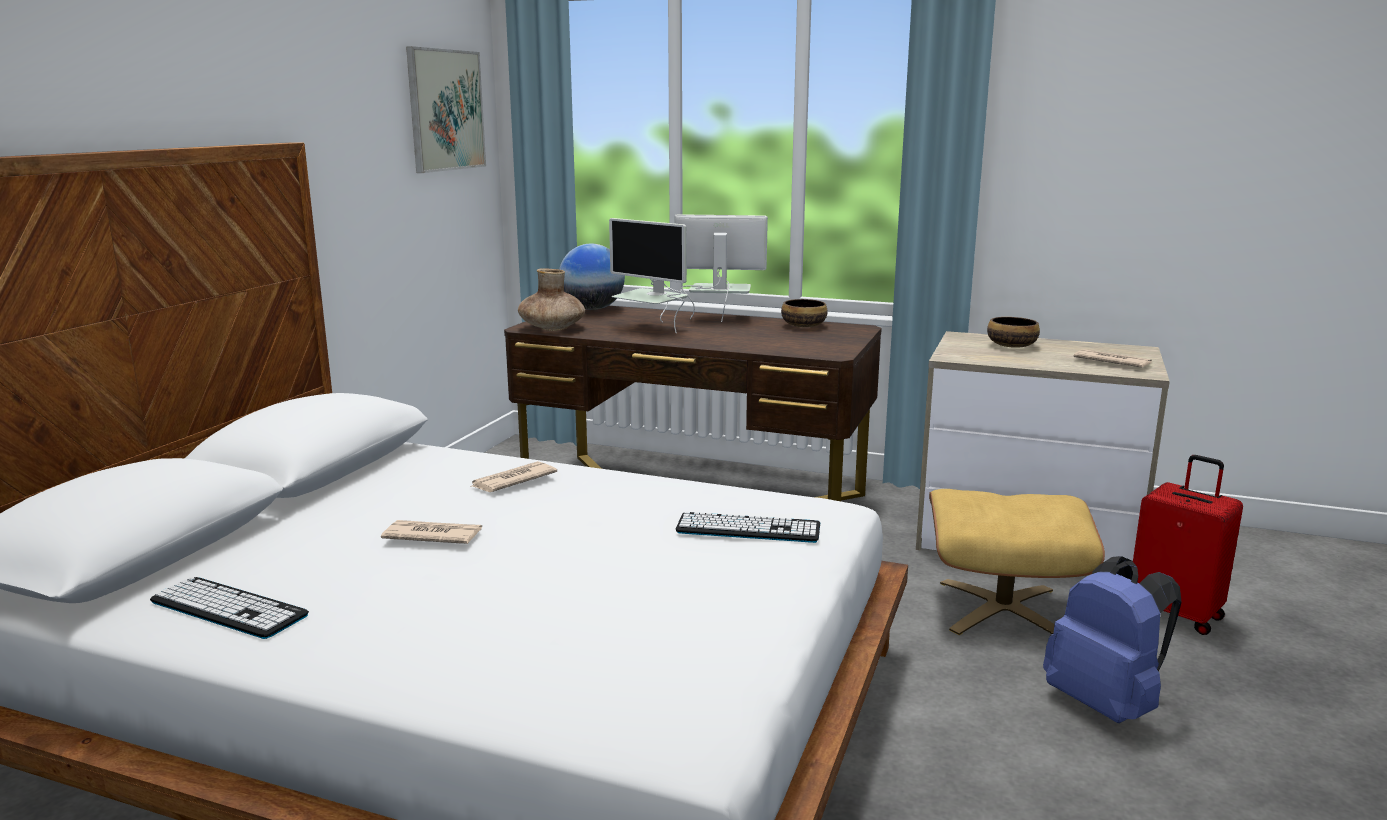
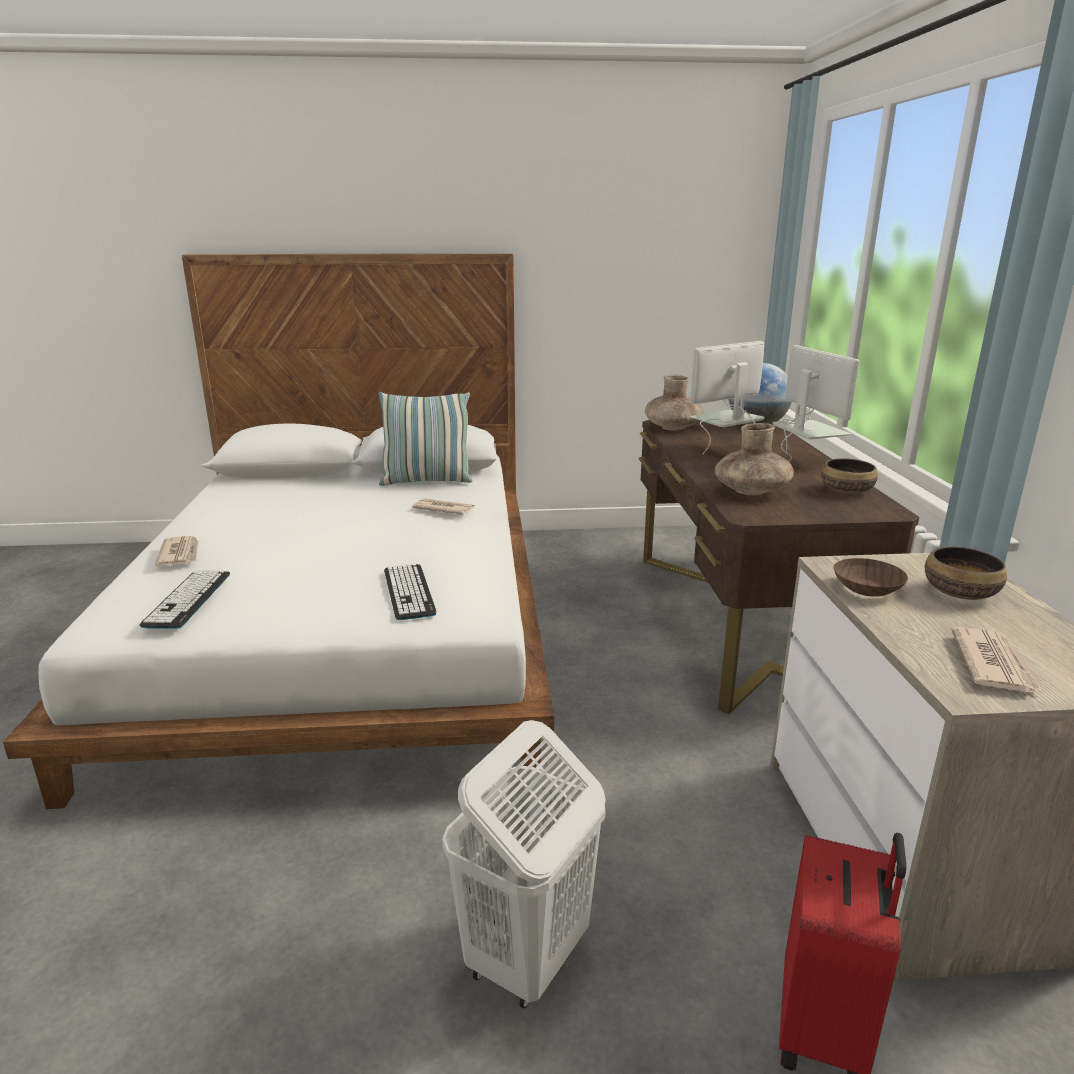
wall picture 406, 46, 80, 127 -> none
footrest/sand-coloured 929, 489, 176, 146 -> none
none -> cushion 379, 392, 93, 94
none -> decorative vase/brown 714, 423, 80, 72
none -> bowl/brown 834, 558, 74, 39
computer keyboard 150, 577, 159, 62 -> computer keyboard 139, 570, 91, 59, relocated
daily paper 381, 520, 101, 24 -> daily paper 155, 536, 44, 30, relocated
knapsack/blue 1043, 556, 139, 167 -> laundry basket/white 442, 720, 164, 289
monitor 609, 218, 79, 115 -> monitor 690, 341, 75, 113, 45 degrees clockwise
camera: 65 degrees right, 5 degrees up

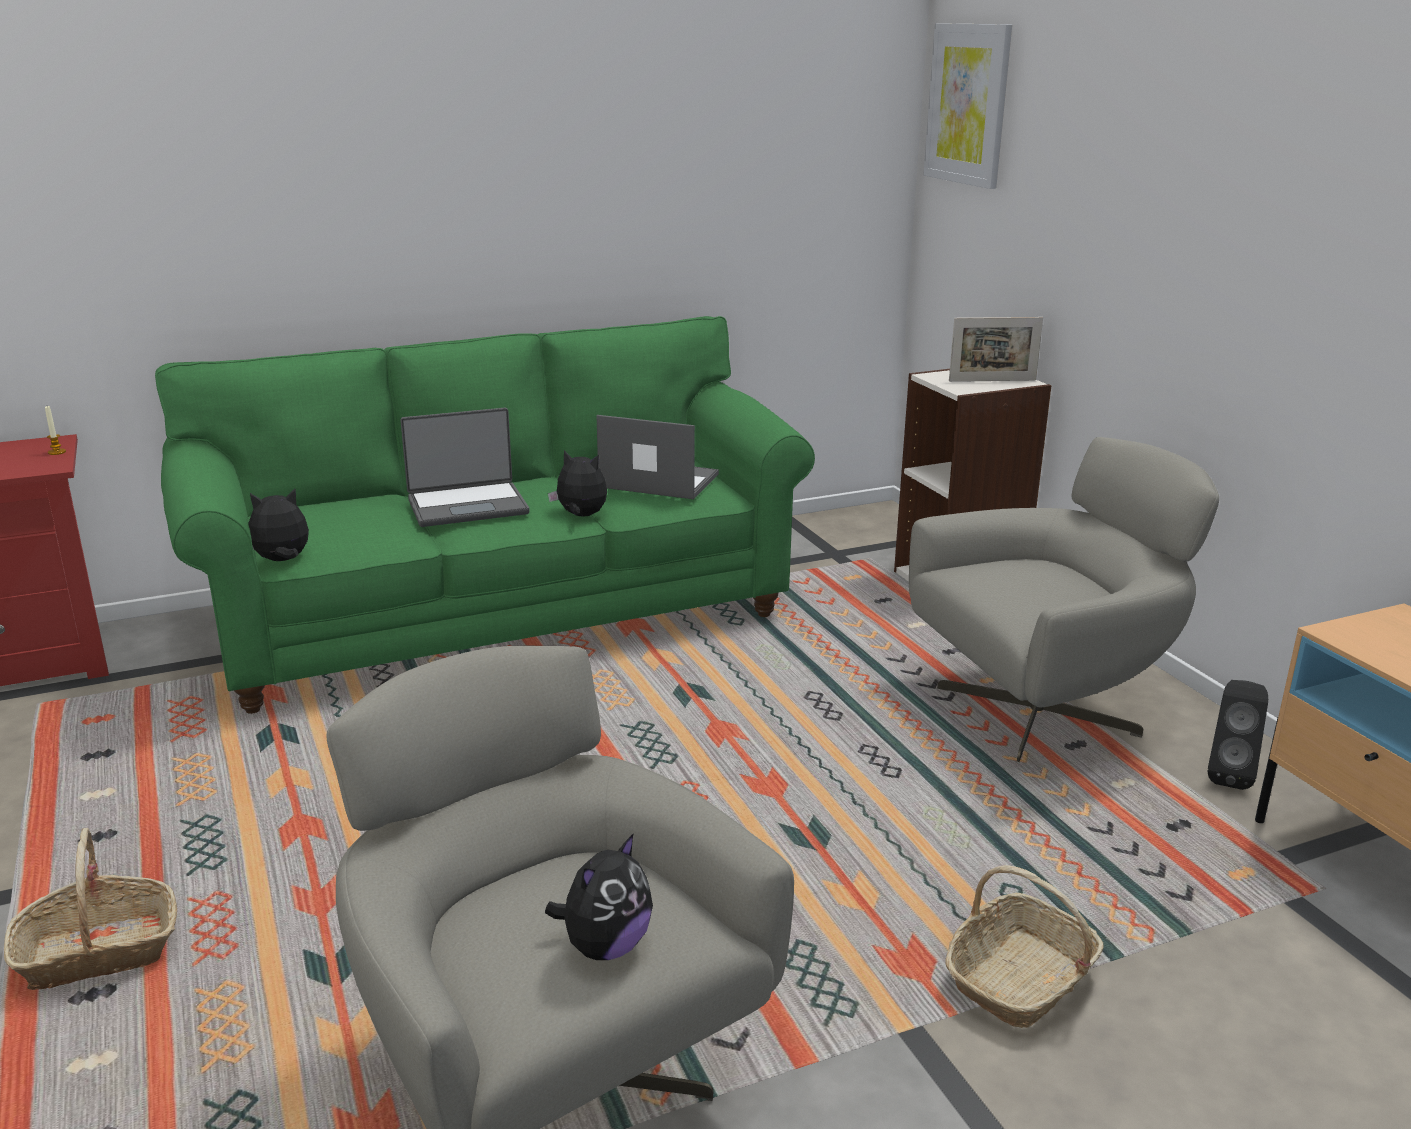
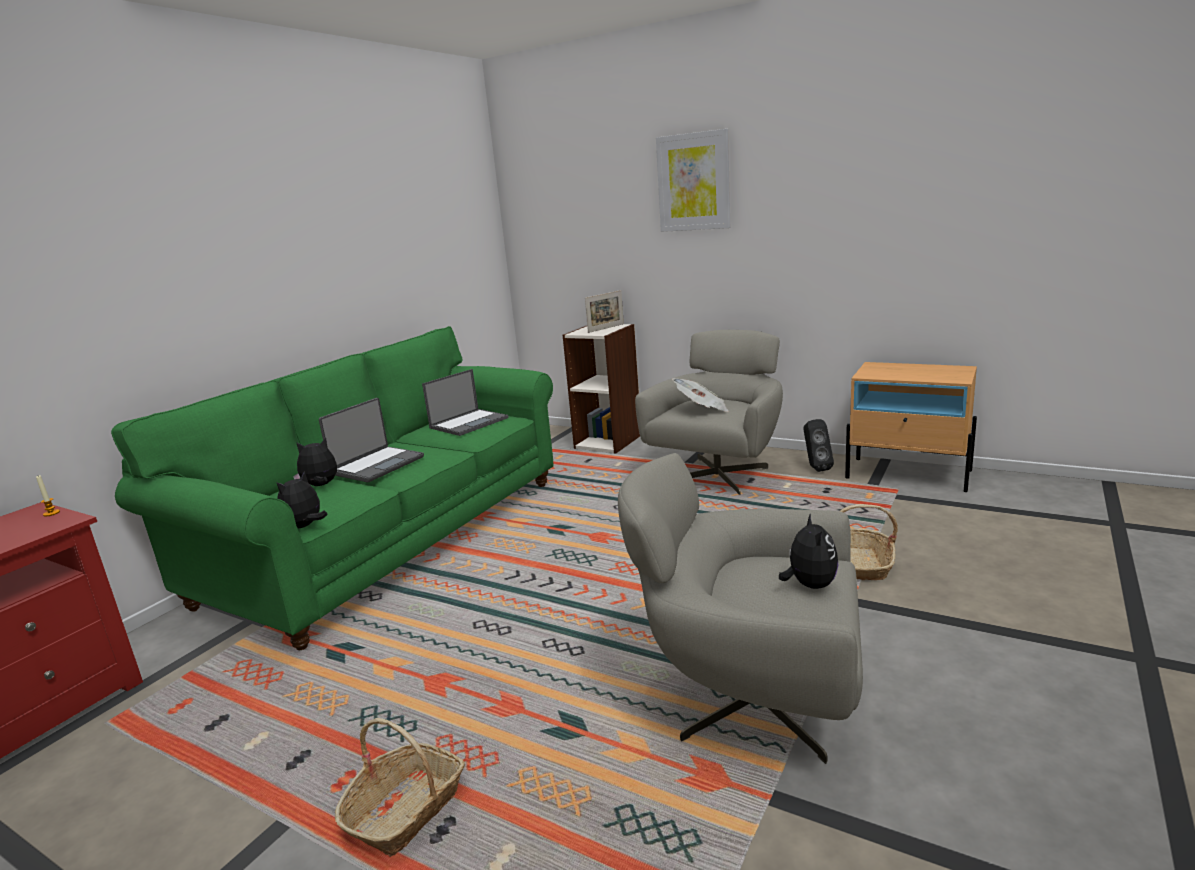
none -> daily paper 672, 378, 57, 34
cuddly toy 548, 450, 59, 66 -> cuddly toy 293, 438, 44, 48, relocated
wall picture 923, 23, 89, 166 -> wall picture 656, 129, 74, 103, relocated
portable computer 596, 415, 123, 84 -> portable computer 422, 369, 87, 67, 150 degrees clockwise
camera: 35 degrees left, 5 degrees down

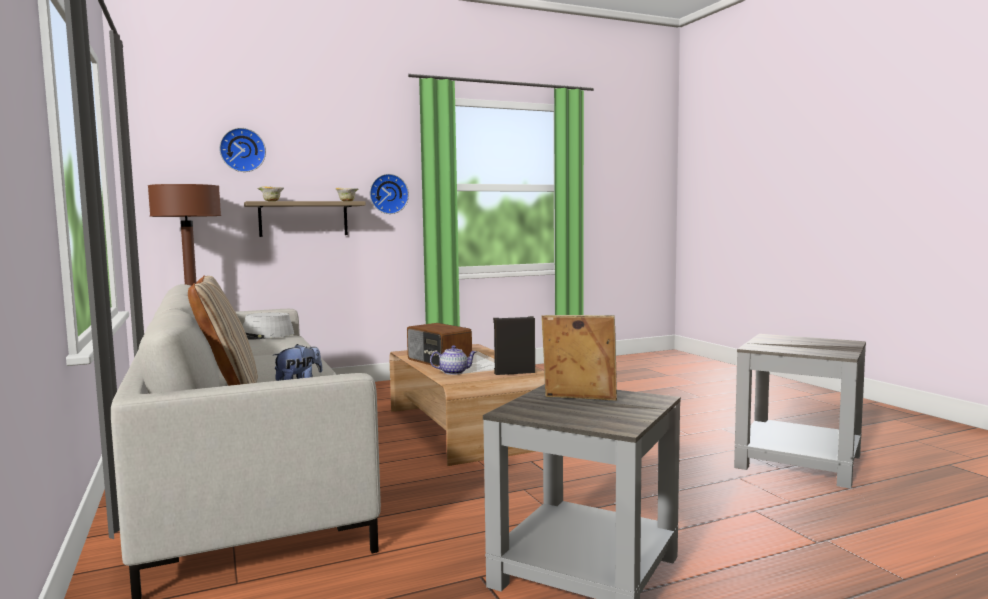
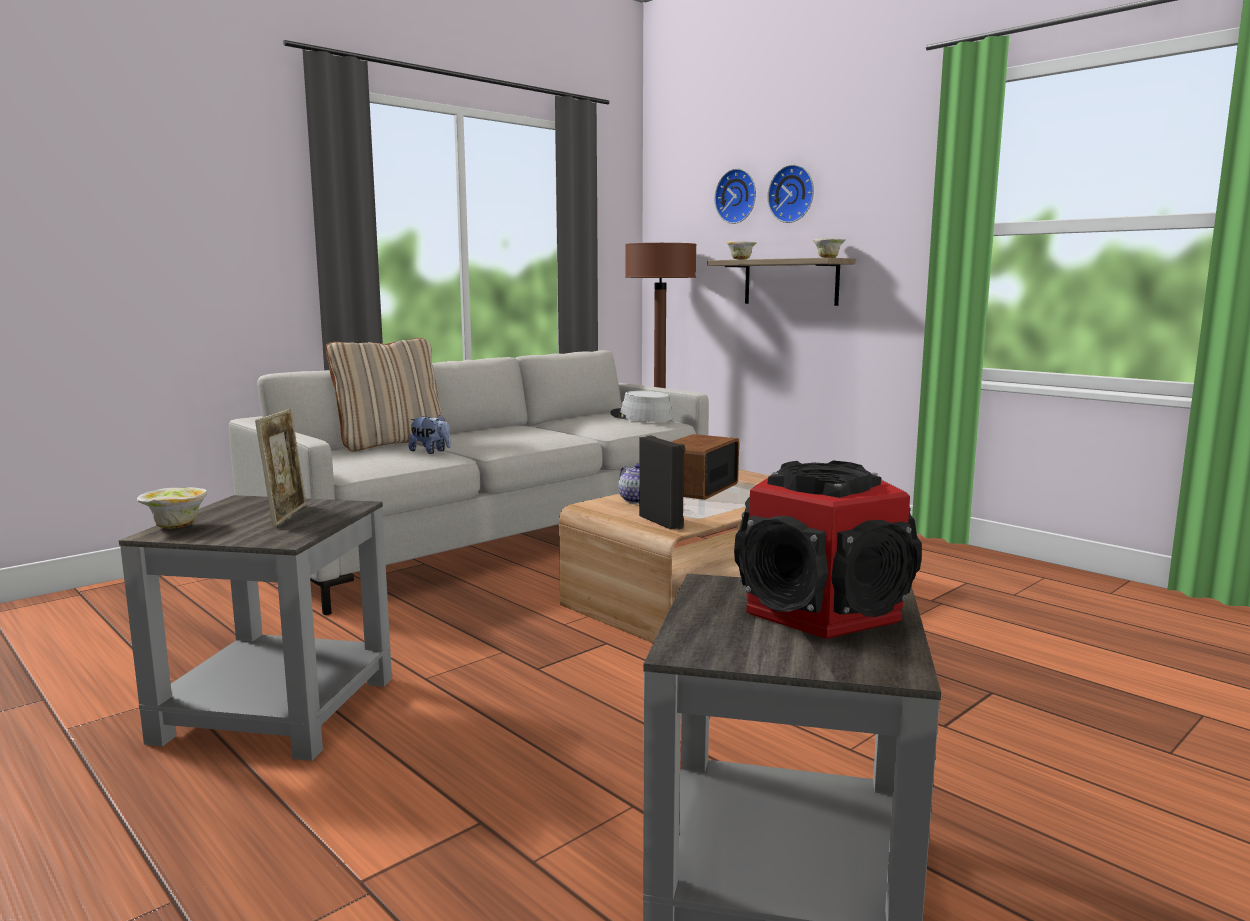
none -> bowl 137, 487, 70, 42
none -> loudspeaker 734, 460, 188, 179
hanging clock 370, 174, 39, 40 -> hanging clock 768, 164, 46, 59, relocated
camera: 70 degrees right, 5 degrees up

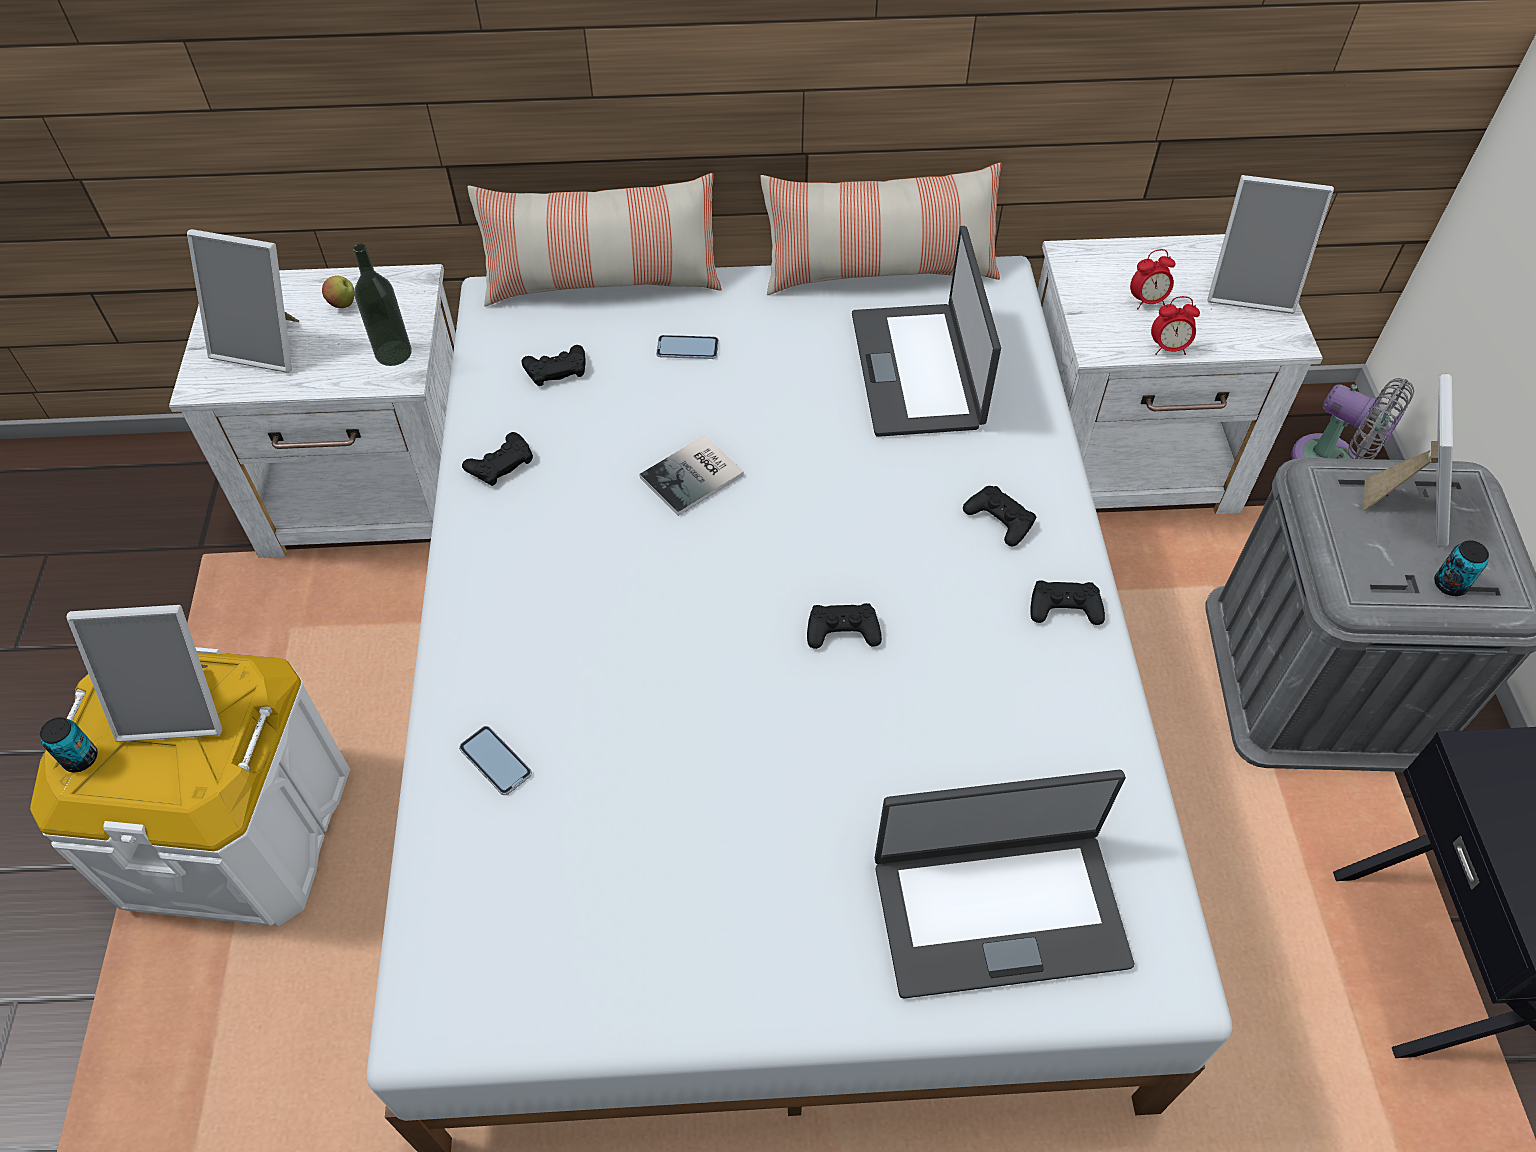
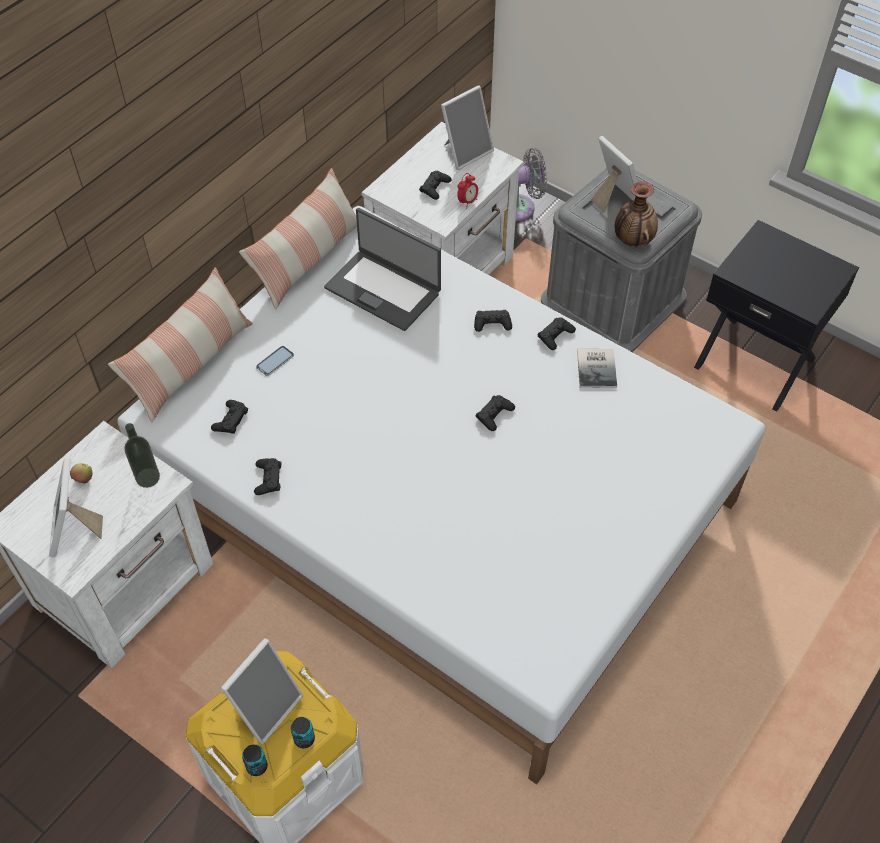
handset 459, 726, 73, 69 -> none
portable computer 875, 770, 259, 229 -> none
none -> decorative vase 615, 181, 43, 66
book 639, 435, 105, 81 -> book 577, 349, 40, 39, relocated
can 1434, 540, 55, 56 -> can 291, 717, 24, 31, relocated
bedside clock 1130, 249, 46, 60 -> game controller/black 419, 171, 33, 29
photo frame 187, 229, 112, 144 -> photo frame 49, 458, 54, 99, 120 degrees clockwise
camera: 50 degrees left, 0 degrees up

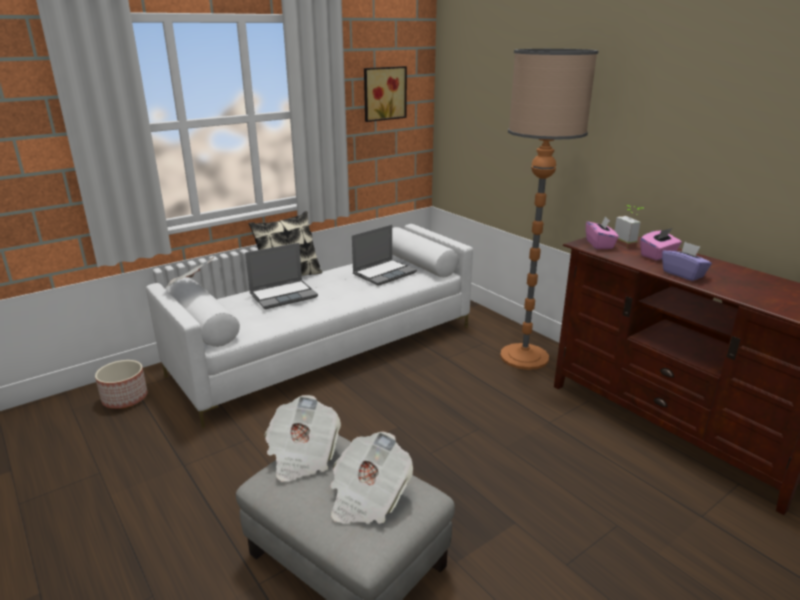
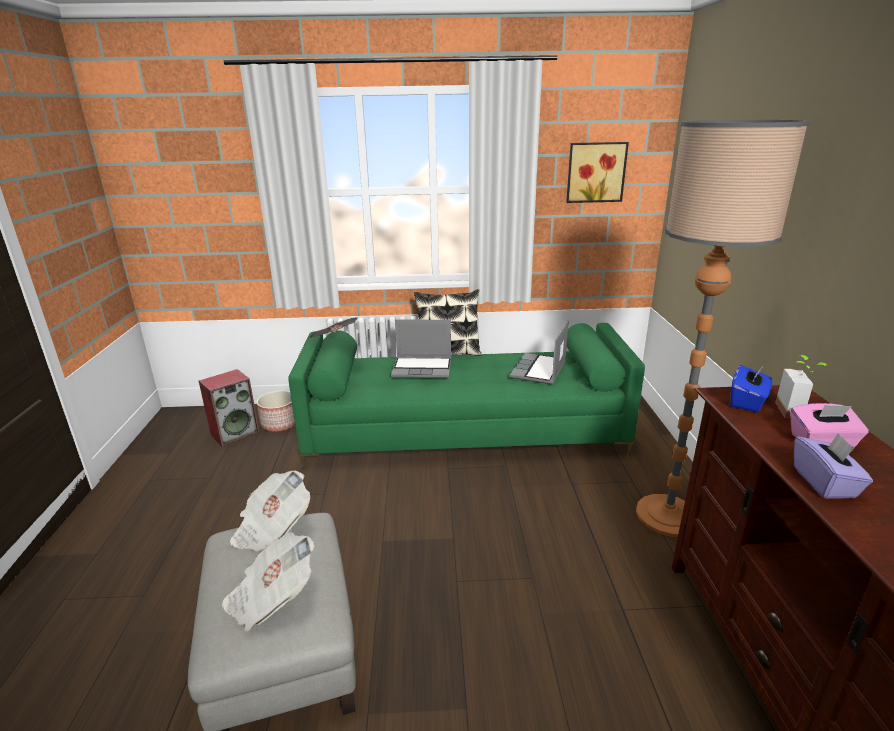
none -> loudspeaker 199, 369, 61, 78
couch/white 146, 224, 327, 204 -> couch/green-coloured 288, 323, 357, 147
tissue box/pink 586, 216, 33, 33 -> tissue box/blue 730, 363, 43, 49
portable computer 352, 225, 65, 61 -> portable computer 510, 320, 59, 64, 120 degrees clockwise
camera: 35 degrees right, 0 degrees up

